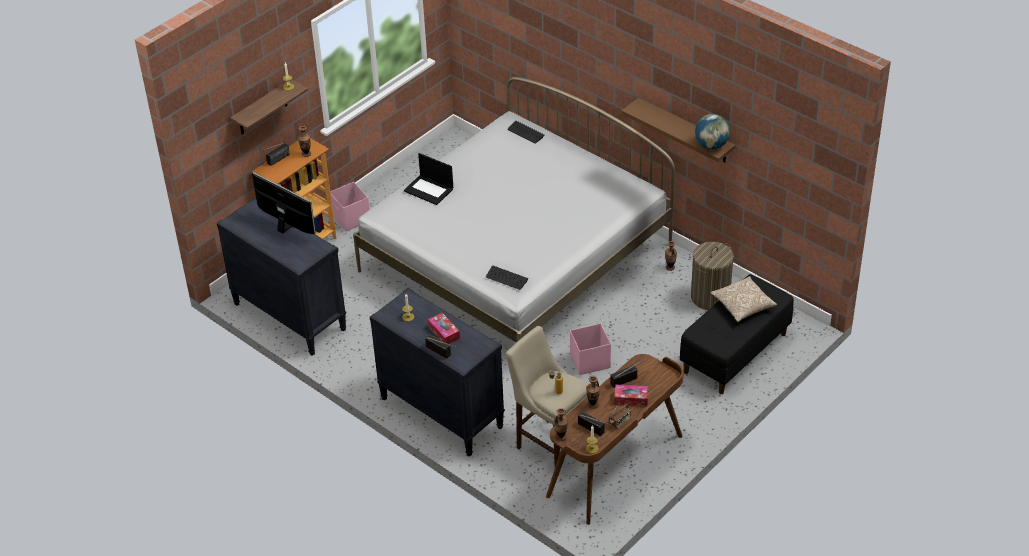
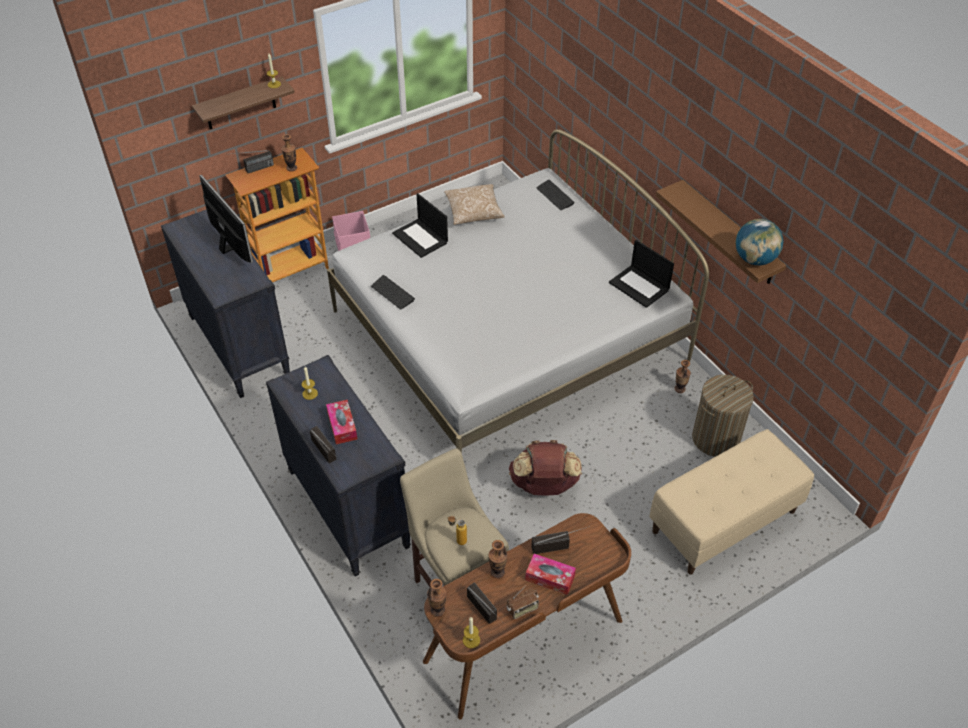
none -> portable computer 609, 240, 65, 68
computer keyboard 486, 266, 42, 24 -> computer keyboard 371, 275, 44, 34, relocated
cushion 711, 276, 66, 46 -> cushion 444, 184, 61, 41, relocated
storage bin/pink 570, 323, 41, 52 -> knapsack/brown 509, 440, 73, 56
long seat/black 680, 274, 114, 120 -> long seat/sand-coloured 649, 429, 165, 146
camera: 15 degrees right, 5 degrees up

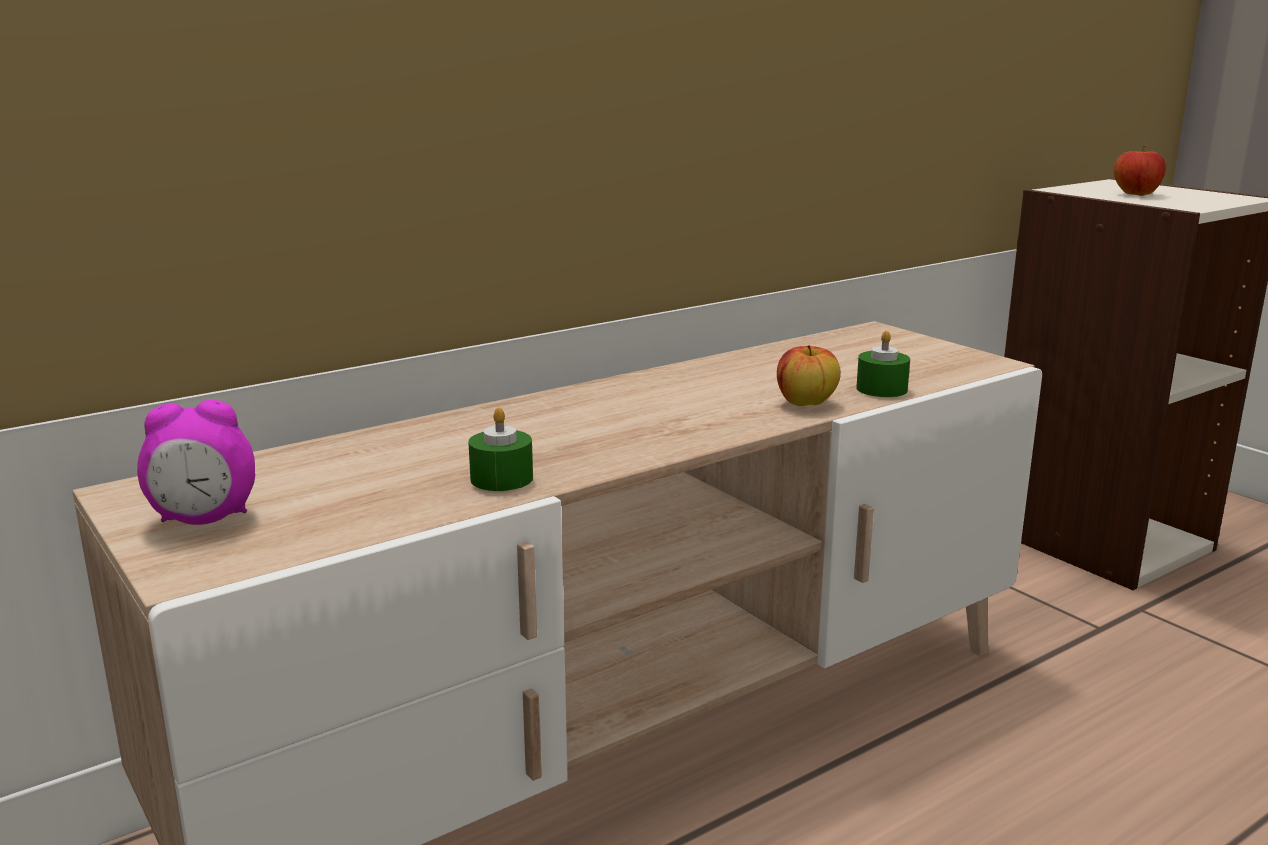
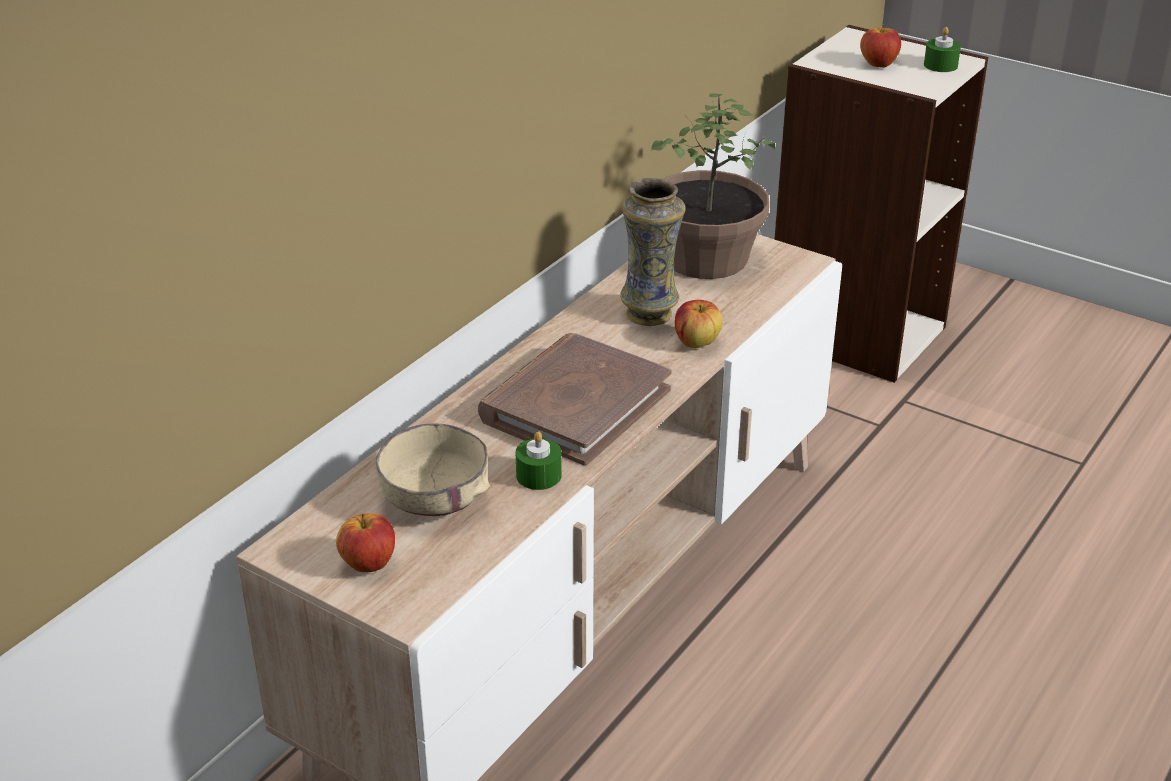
none -> bowl/sand-coloured 375, 424, 115, 92
none -> book/brown 478, 333, 194, 133
none -> decorative vase 620, 178, 65, 148
none -> potted plant 651, 94, 124, 185
candle/green-coloured 856, 331, 54, 66 -> candle/green-coloured 924, 27, 37, 45, relocated
bedside clock 137, 400, 118, 125 -> whole apple 336, 513, 59, 59
camera: 20 degrees left, 15 degrees up

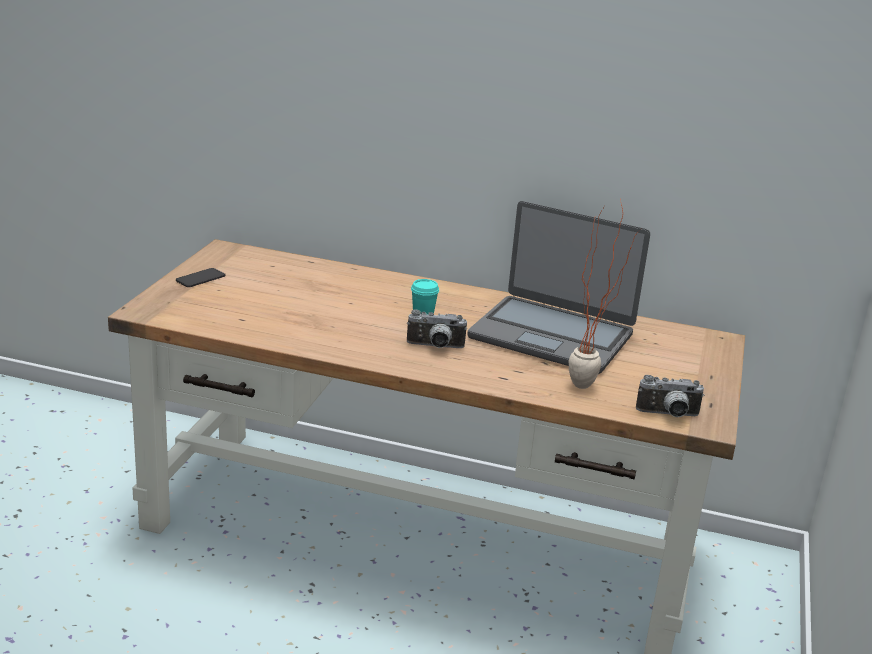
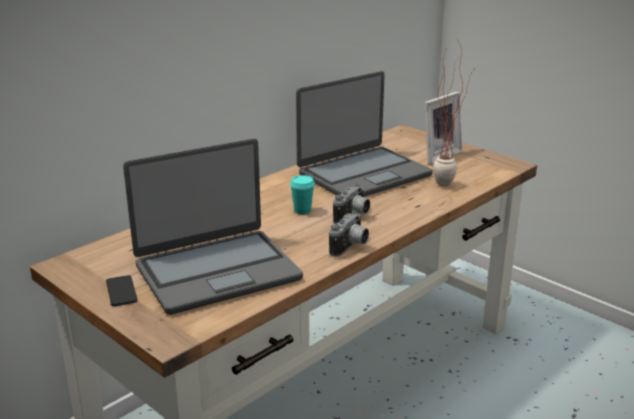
none -> portable computer 123, 139, 180, 176
none -> photo frame 424, 91, 38, 73
still camera 636, 375, 69, 42 -> still camera 329, 211, 40, 46, relocated
camera: 60 degrees left, 0 degrees up

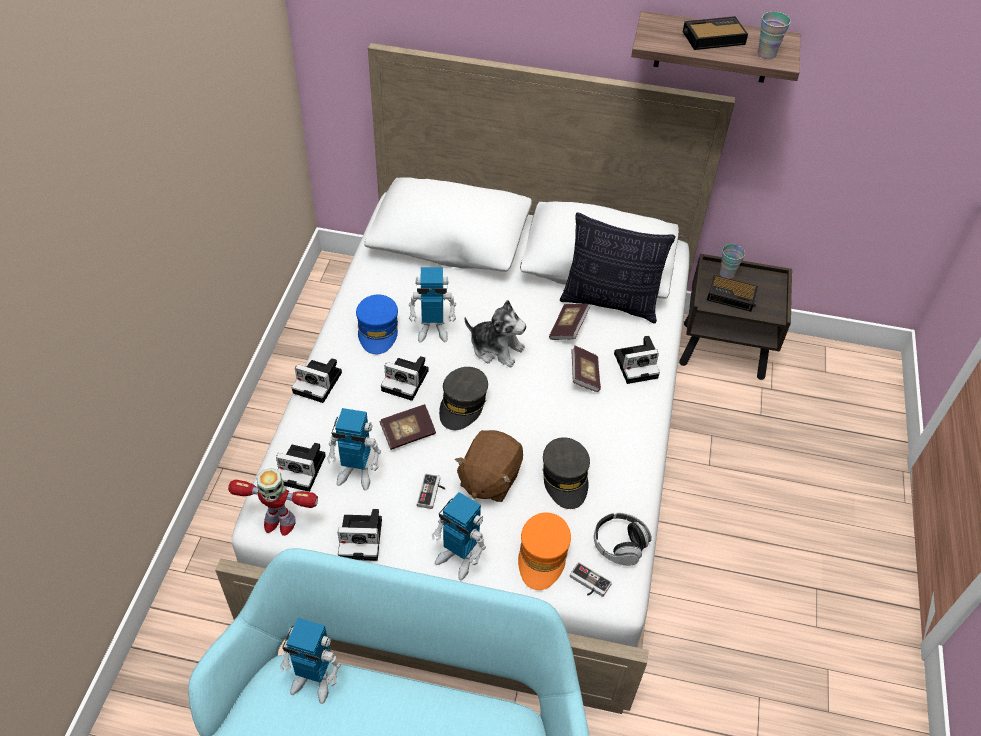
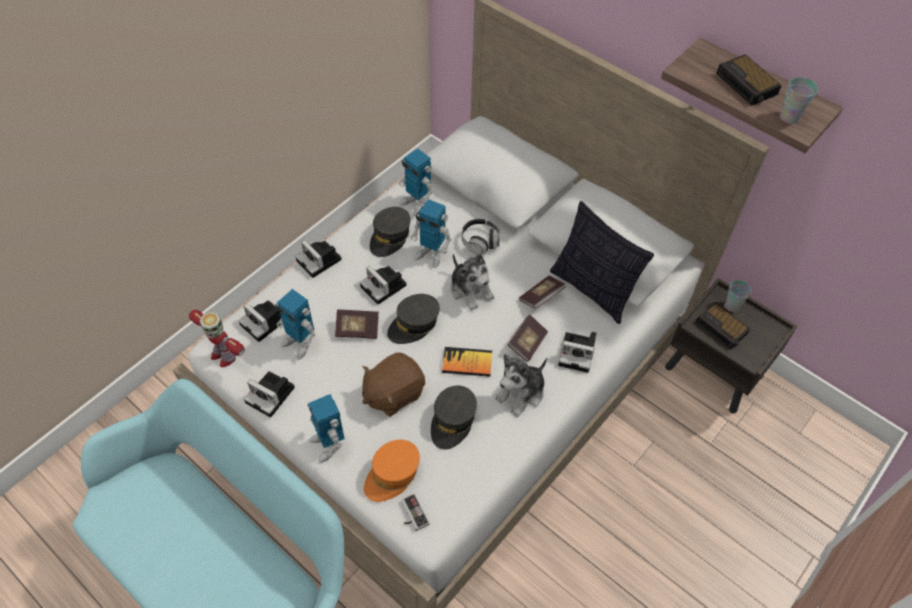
game controller 417, 473, 29, 36 -> none
none -> book 442, 347, 50, 30
none -> cuddly toy 495, 354, 52, 63
toy robot 280, 618, 61, 86 -> toy robot 399, 148, 34, 68, relocated
headphones 594, 512, 58, 54 -> headphones 461, 219, 39, 36, relocated
baseball cap/blue 356, 295, 42, 59 -> baseball cap/greyish 370, 207, 41, 50
bedside clock 683, 16, 65, 34 -> bedside clock 716, 54, 66, 52, 135 degrees counterclockwise
camera: 30 degrees right, 5 degrees up

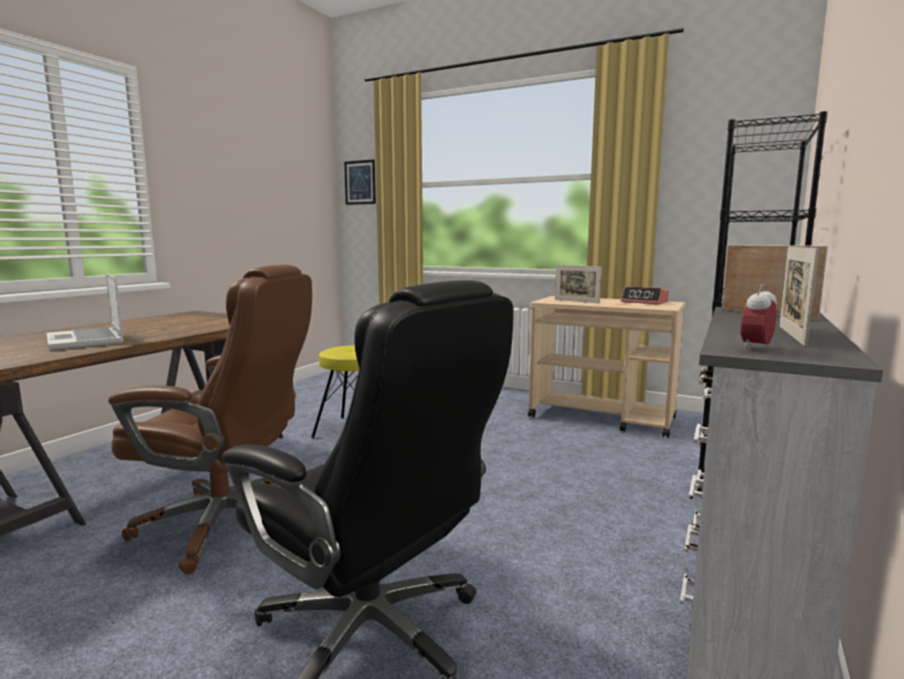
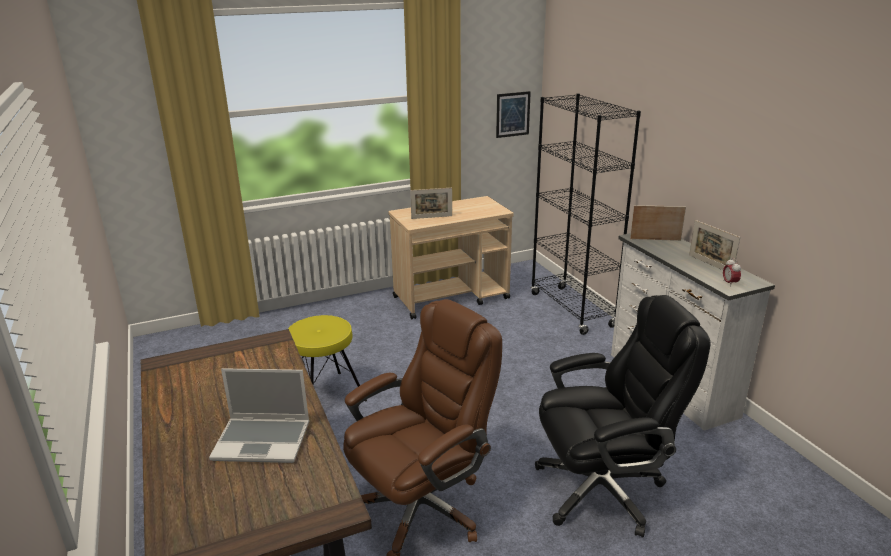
bedside clock 621, 286, 48, 19 -> none
wall picture 344, 159, 32, 46 -> wall picture 496, 91, 35, 47, relocated
camera: 50 degrees left, 15 degrees up

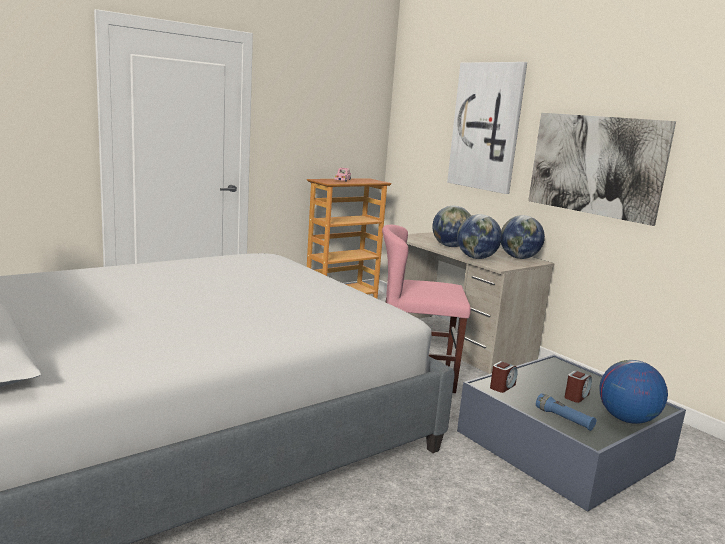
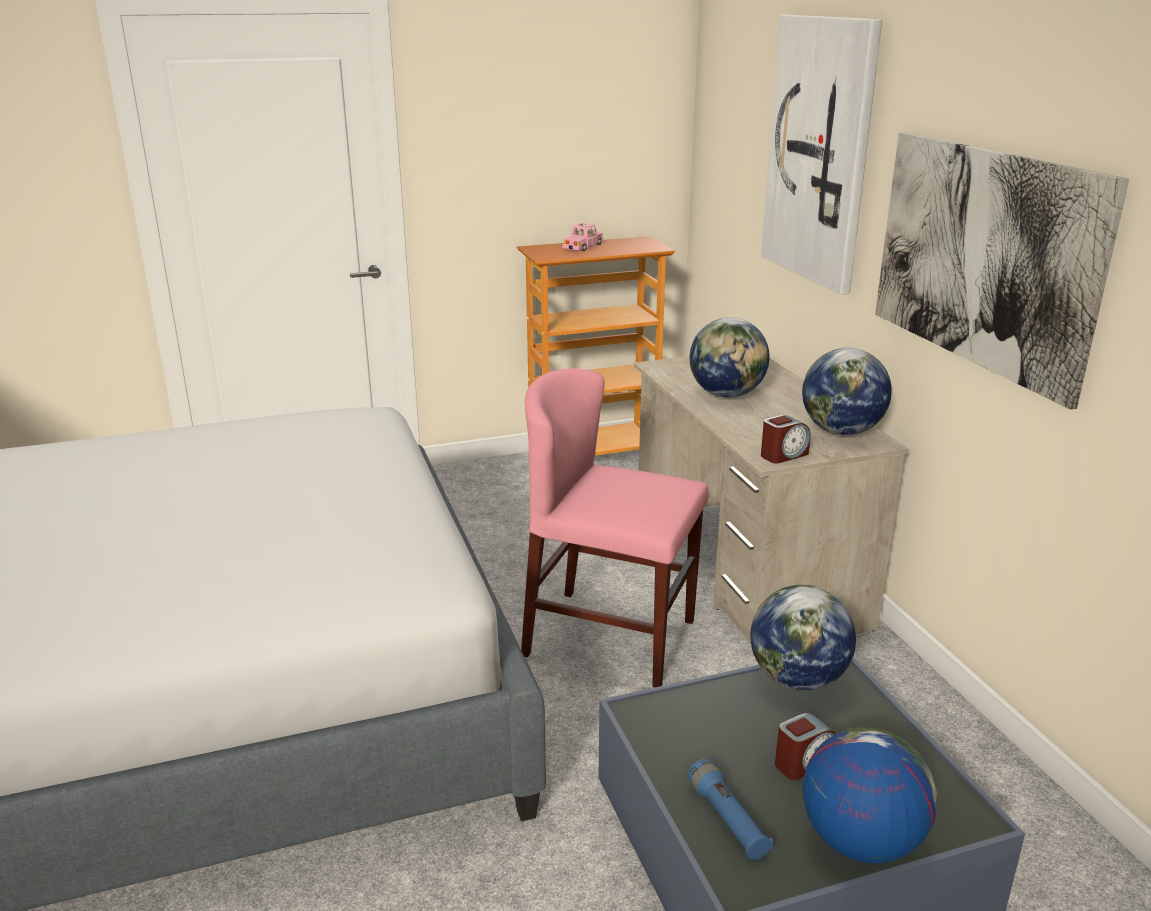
desk globe 457, 214, 45, 45 -> desk globe 750, 585, 106, 105, relocated
bedside clock 490, 361, 28, 32 -> bedside clock 761, 415, 49, 49, relocated
camera: 20 degrees right, 10 degrees up

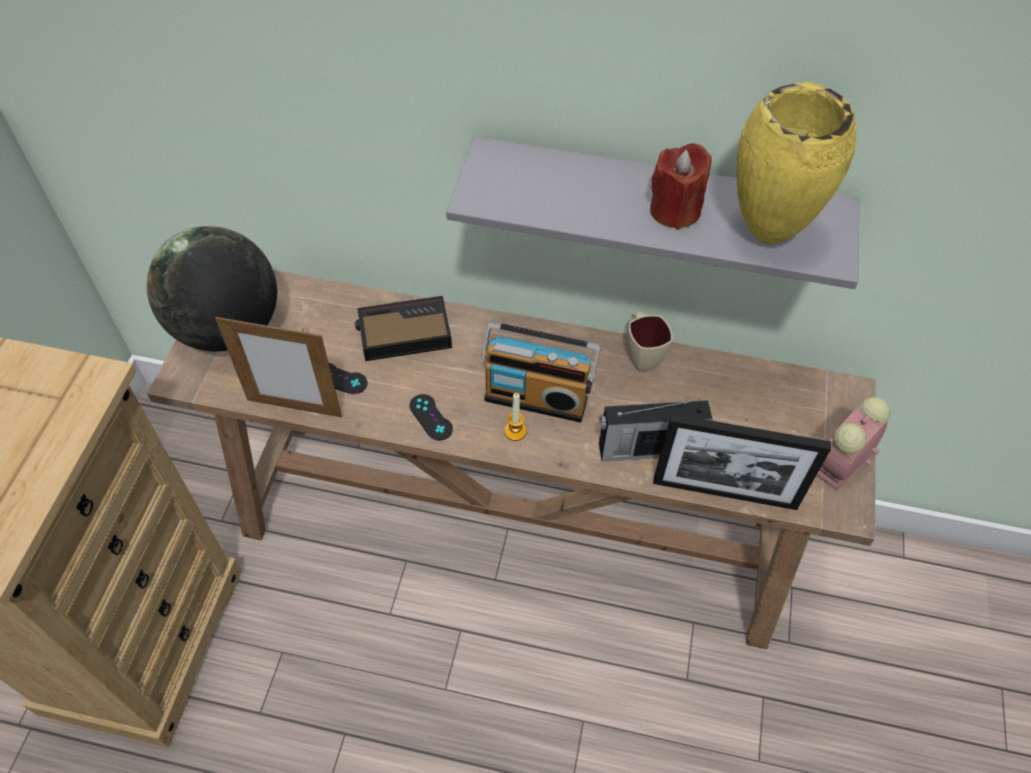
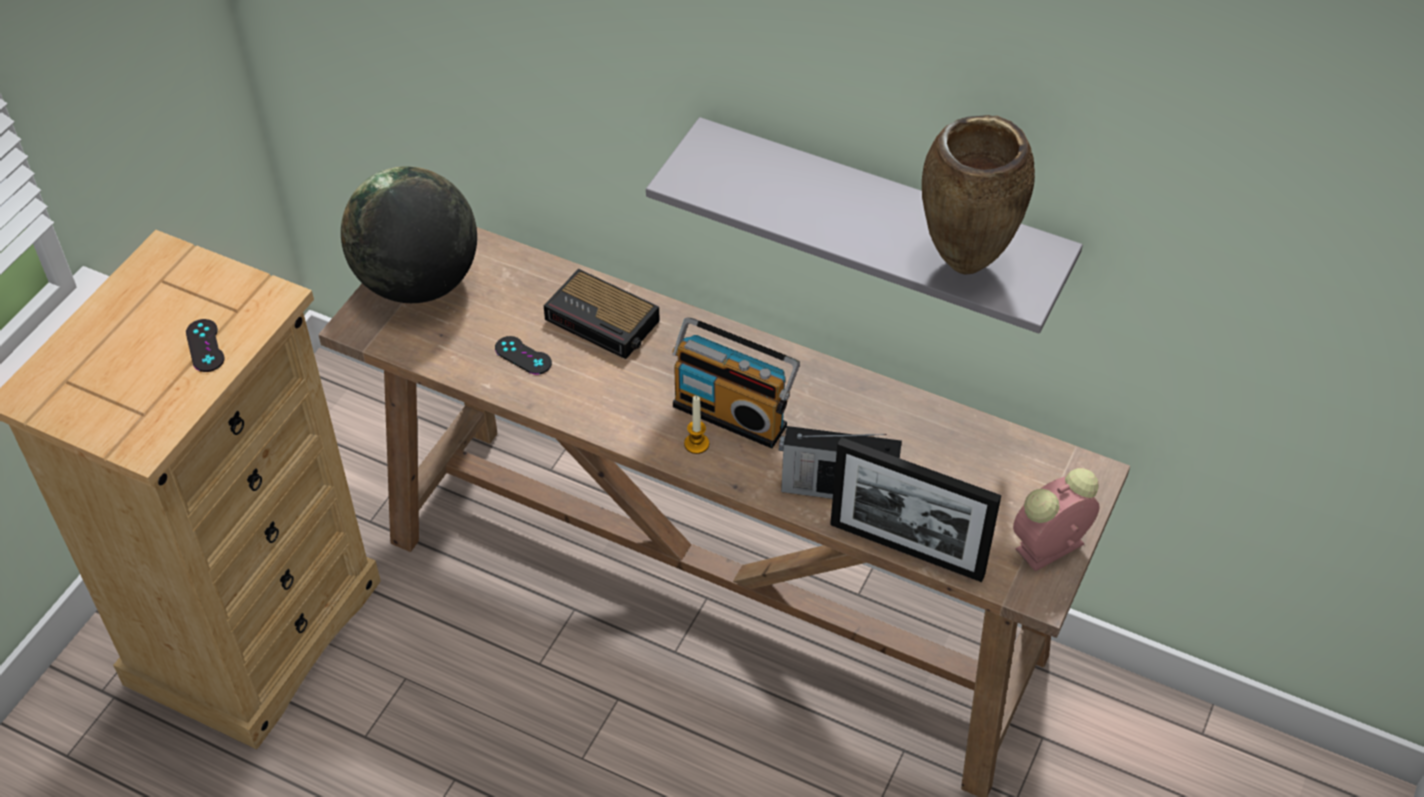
photo frame 215, 316, 127, 102 -> none
tea mug/sand-coloured 628, 312, 45, 59 -> none
candle/red-coloured 650, 143, 61, 87 -> none
game controller/black 409, 394, 44, 47 -> game controller/black 186, 319, 38, 53, relocated
decorative vase/yellow-coloured 736, 82, 121, 163 -> decorative vase/brown 922, 115, 113, 160
bedside clock 355, 296, 97, 65 -> bedside clock 544, 269, 116, 90, 150 degrees counterclockwise
camera: 15 degrees right, 5 degrees down

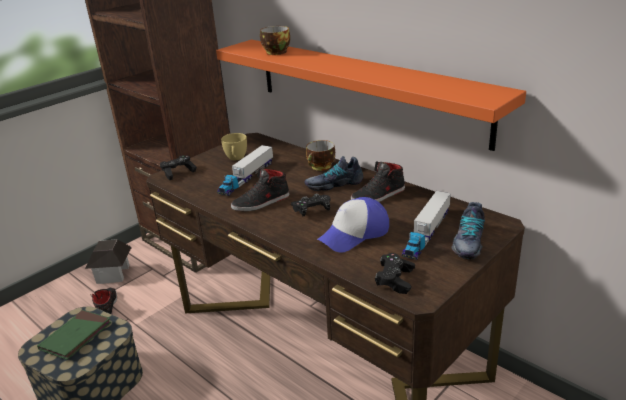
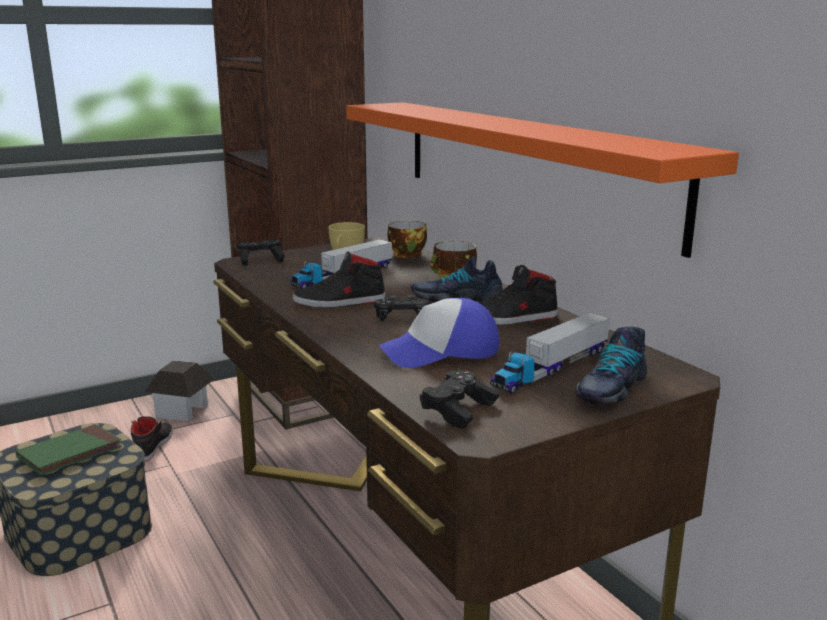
cup 260, 26, 30, 29 -> cup 387, 221, 40, 37, relocated
camera: 15 degrees right, 10 degrees down

